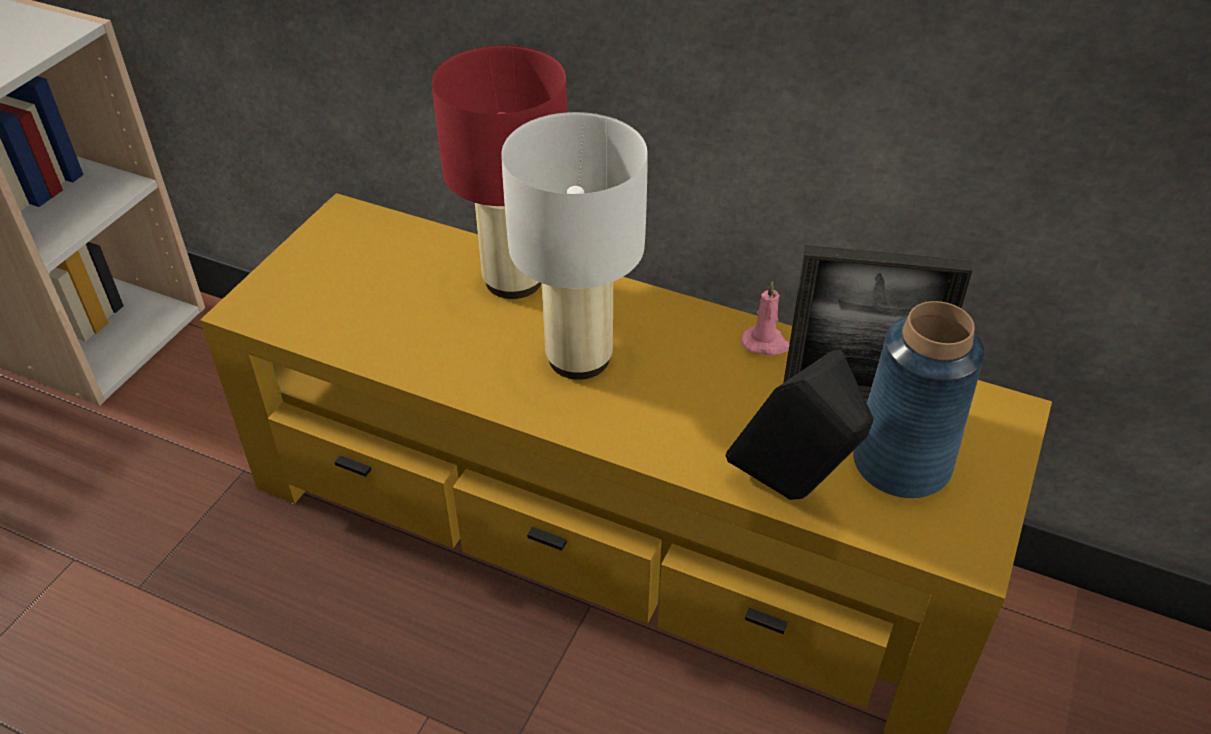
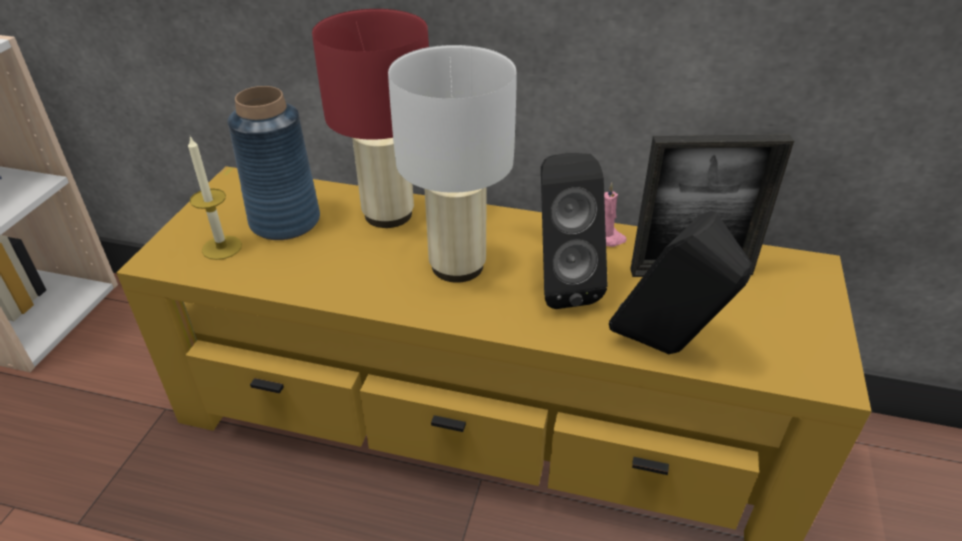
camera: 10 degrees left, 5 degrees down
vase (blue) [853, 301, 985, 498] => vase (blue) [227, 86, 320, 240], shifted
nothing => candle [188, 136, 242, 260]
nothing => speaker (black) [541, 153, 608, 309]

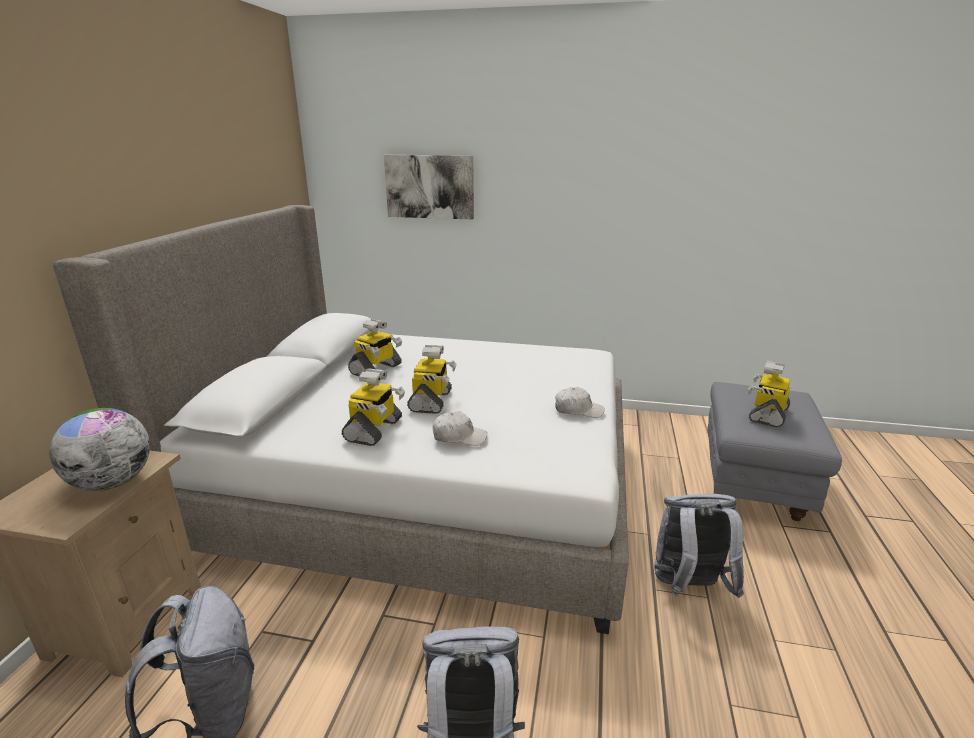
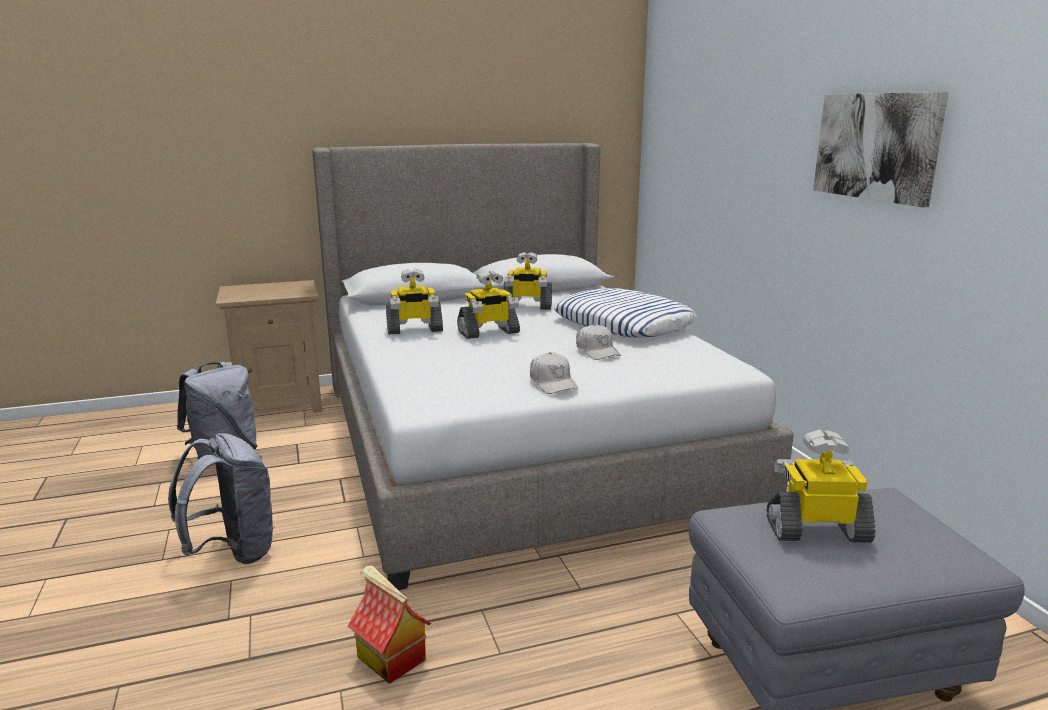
camera: 60 degrees right, 5 degrees down
globe [50, 408, 150, 491] => nothing
picture [384, 155, 474, 220] => picture [813, 92, 949, 207], shifted
cap (white) [433, 411, 487, 446] => cap (white) [576, 324, 621, 360], shifted
backpack (grey) [654, 494, 744, 598] => nothing
nothing => toy house [348, 566, 431, 684]
nothing => pillow [554, 288, 697, 338]

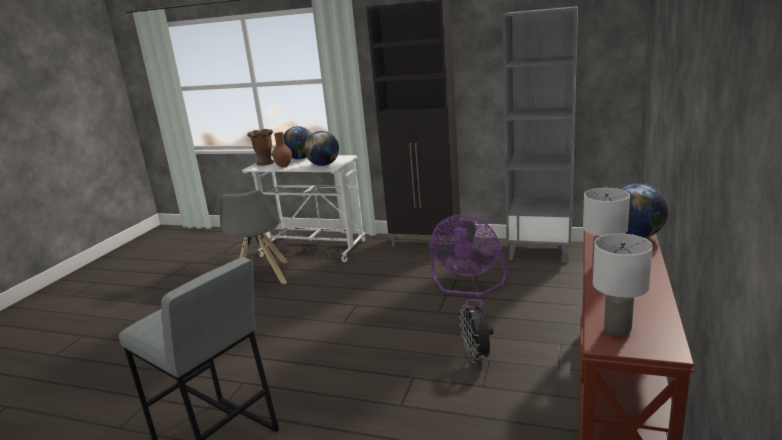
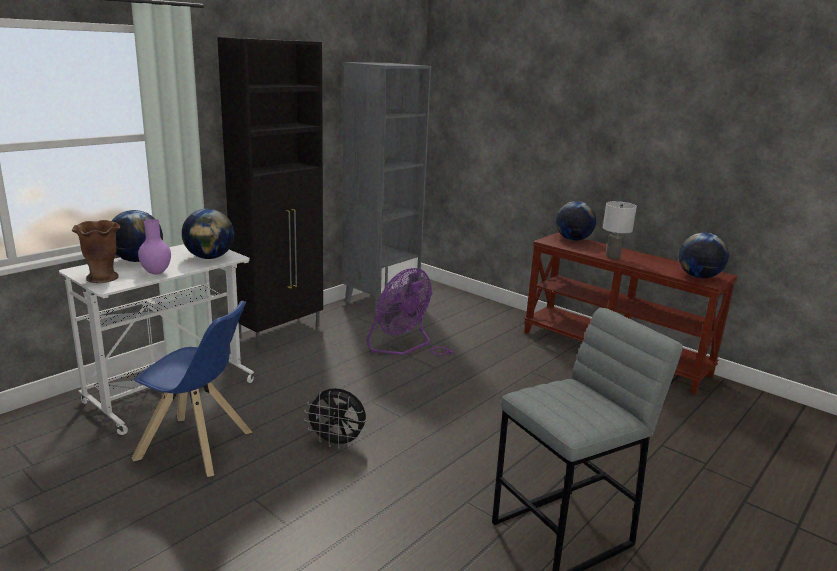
camera: 70 degrees left, 0 degrees up
chair (grey) [220, 190, 288, 284] => chair (blue) [132, 301, 252, 477]
vase (brown) [272, 132, 292, 167] => vase (purple) [138, 219, 171, 274]
fan (black) [459, 304, 494, 363] => fan (black) [304, 388, 366, 449], shifted
table lamp (white) [593, 233, 653, 336] => globe [679, 233, 729, 279]

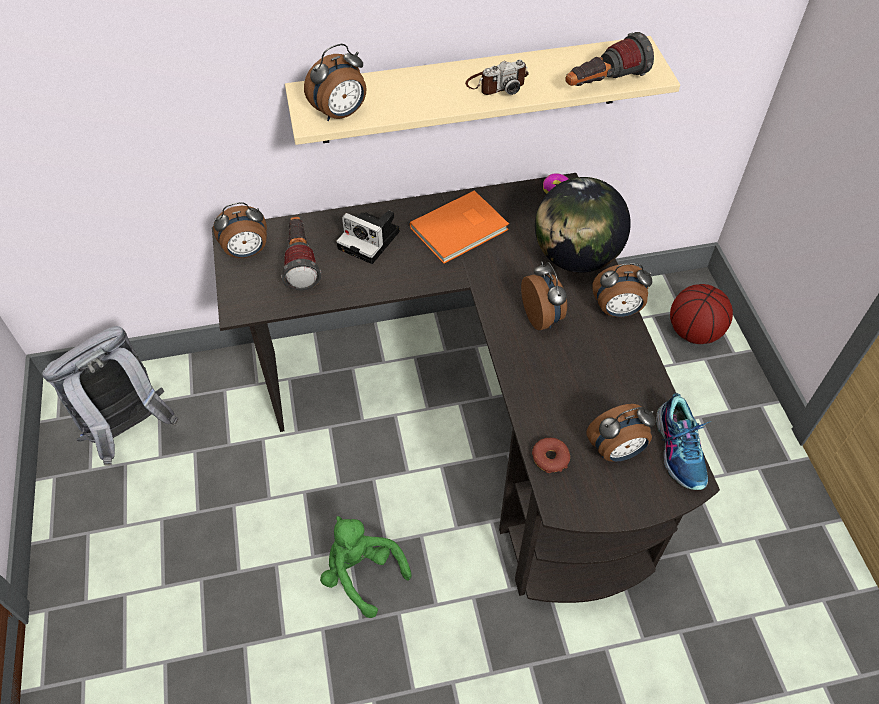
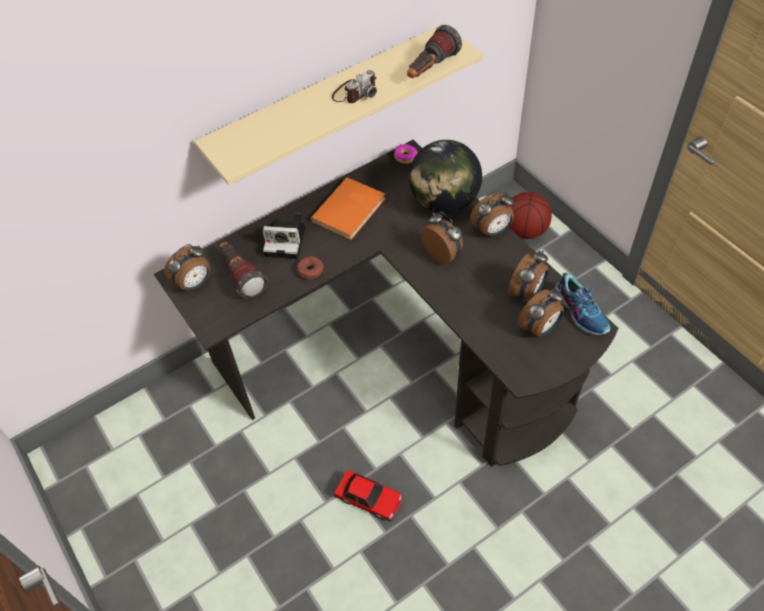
camera: 20 degrees left, 0 degrees up
backpack (grey) [42, 326, 179, 466] => nothing
alarm clock [304, 44, 366, 121] => alarm clock [509, 250, 548, 301], shifted
plush toy (green) [320, 516, 412, 618] => toy car [334, 470, 403, 522]
donut [532, 438, 570, 473] => donut [297, 256, 324, 279], shifted

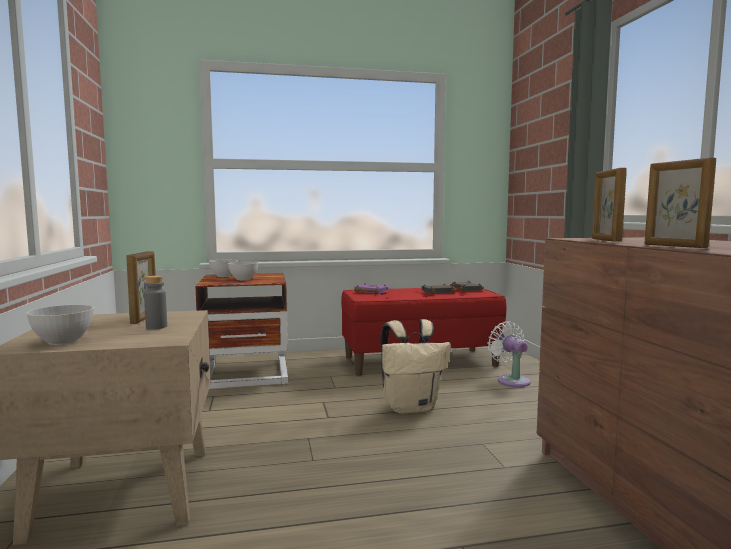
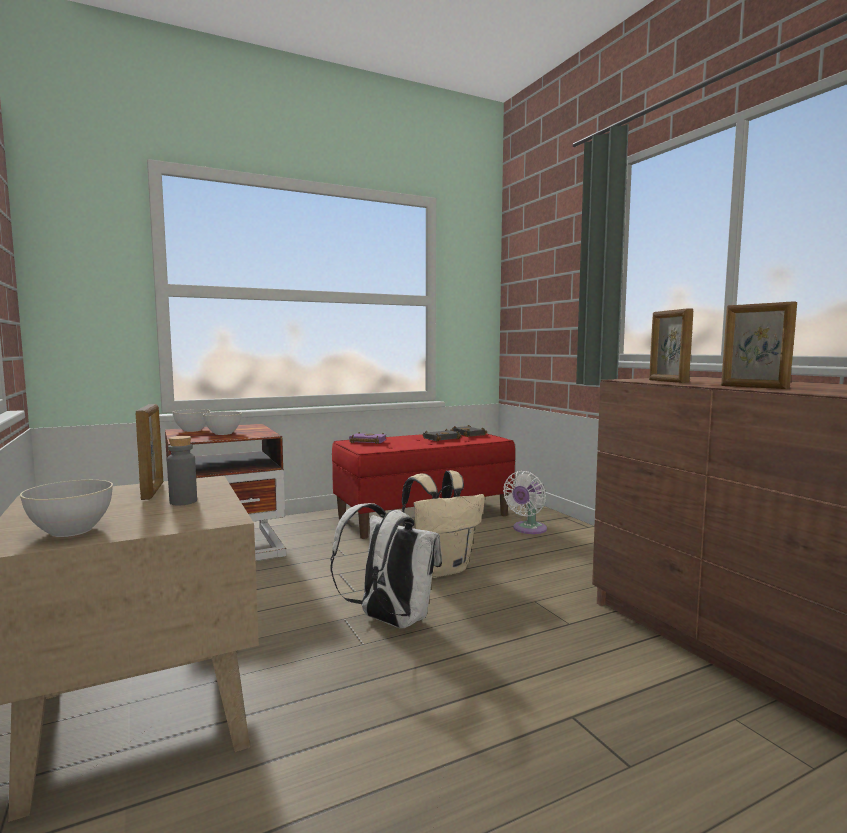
camera: 15 degrees left, 0 degrees up
fan (white) [488, 321, 530, 387] => fan (white) [503, 471, 547, 534], 105 degrees counterclockwise
nothing => backpack (white) [330, 503, 442, 628]

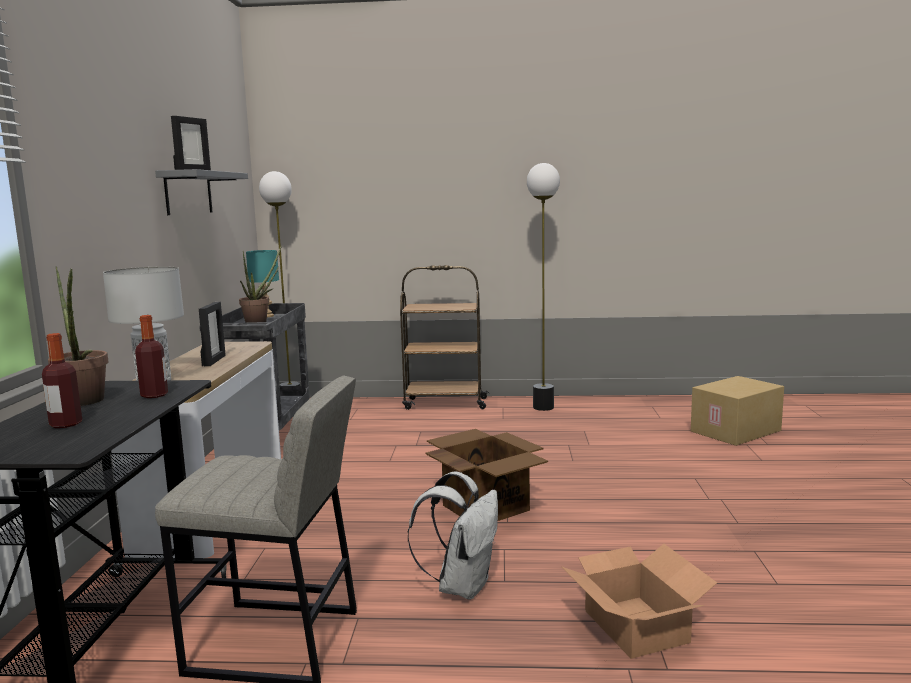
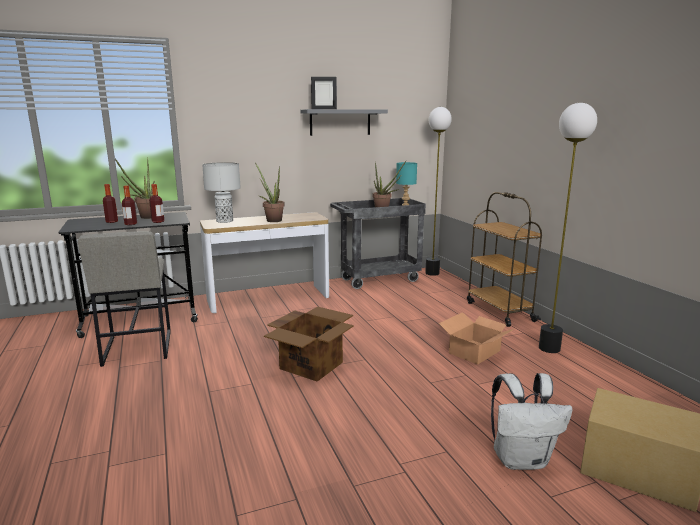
camera: 65 degrees right, 5 degrees up
picture frame [199, 302, 226, 366] => potted plant [255, 163, 285, 222]
backpack (white) [408, 472, 498, 600] => backpack (white) [491, 373, 573, 470], shifted
cardboard box [561, 544, 717, 659] => cardboard box [439, 312, 516, 365], shifted
nothing => bottle [122, 185, 137, 225]

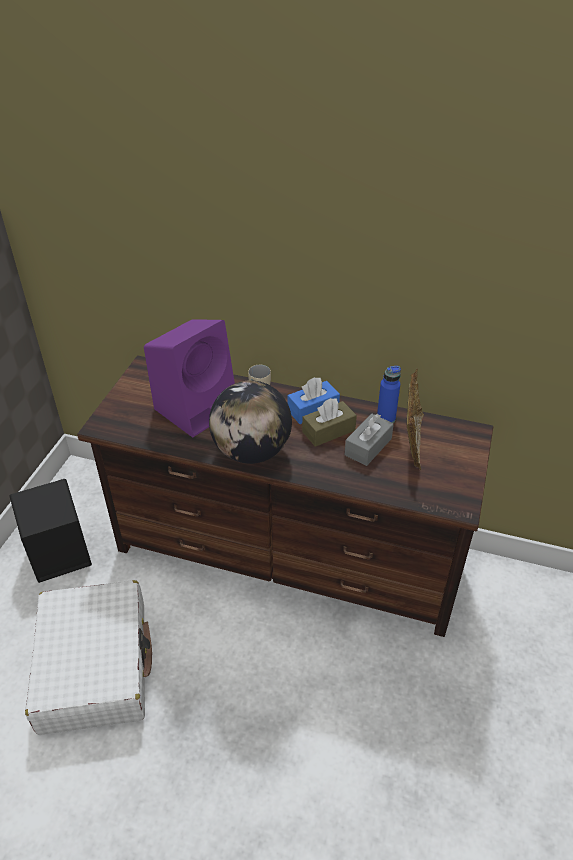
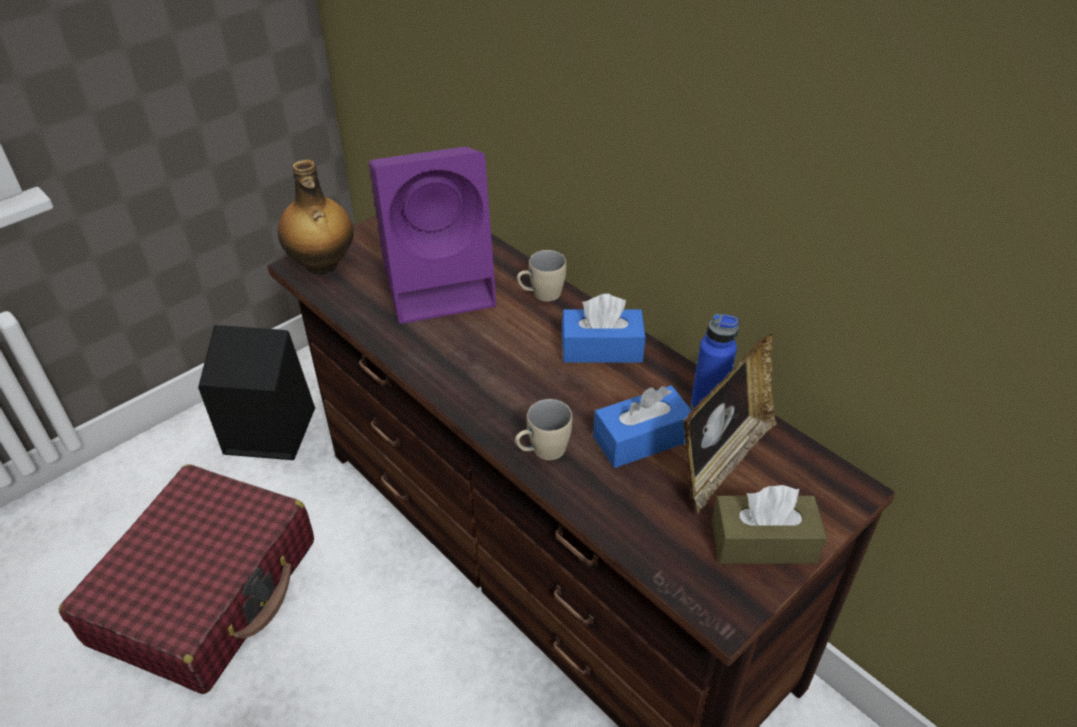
camera: 30 degrees right, 0 degrees up
suitcase (white) [25, 580, 152, 735] => suitcase (red) [59, 464, 314, 694]
globe [209, 380, 292, 464] => nothing
tissue box (brown) [302, 398, 357, 447] => tissue box (brown) [712, 485, 827, 564], shifted
tissue box (grey) [345, 414, 394, 466] => tissue box (blue) [593, 385, 692, 468]
nothing => bottle [278, 160, 354, 275]
nothing => mug (beige) [515, 399, 572, 460]

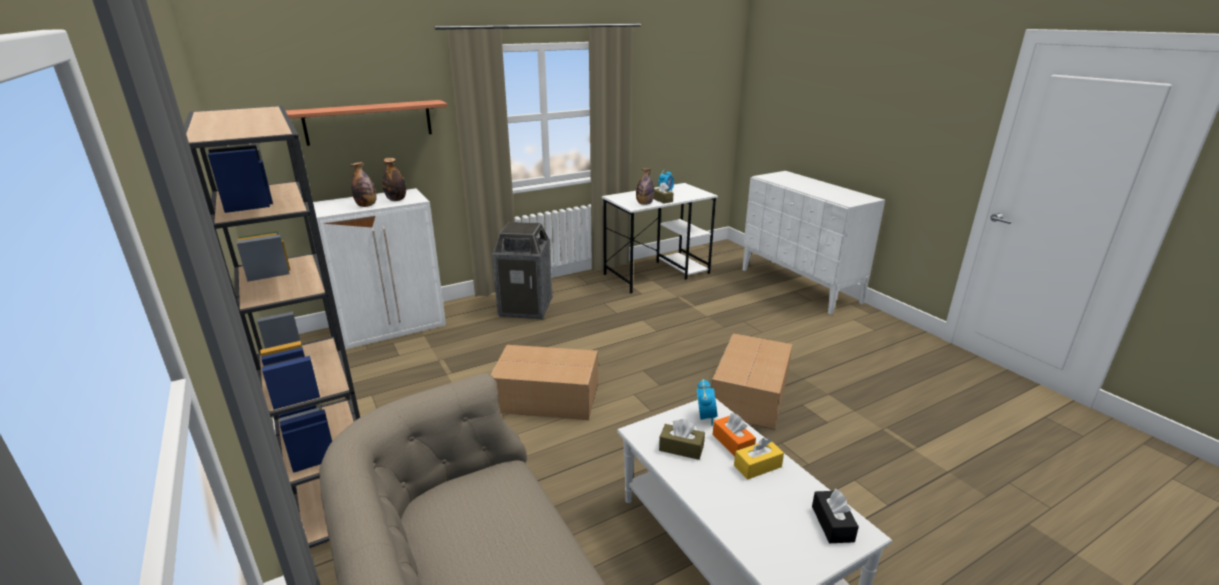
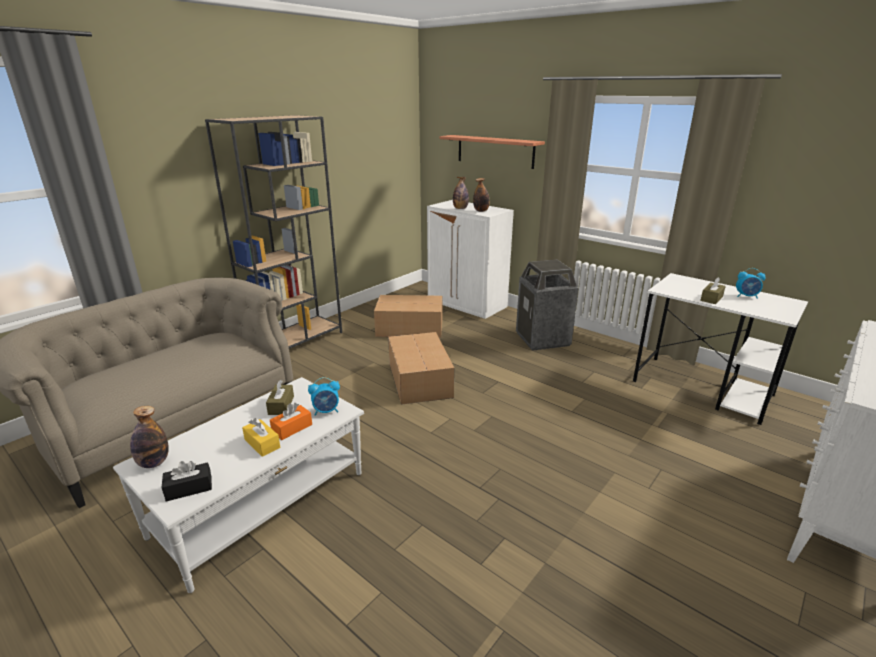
camera: 70 degrees right, 0 degrees up
bottle [636, 168, 654, 205] => bottle [130, 406, 169, 468], shifted
cardboard box [712, 333, 793, 429] => cardboard box [374, 295, 443, 338], shifted

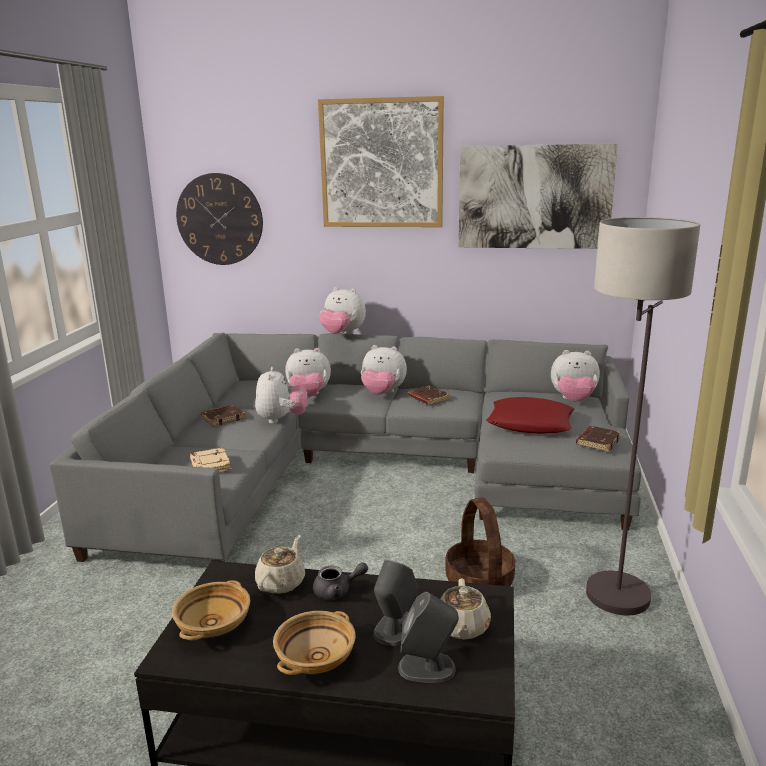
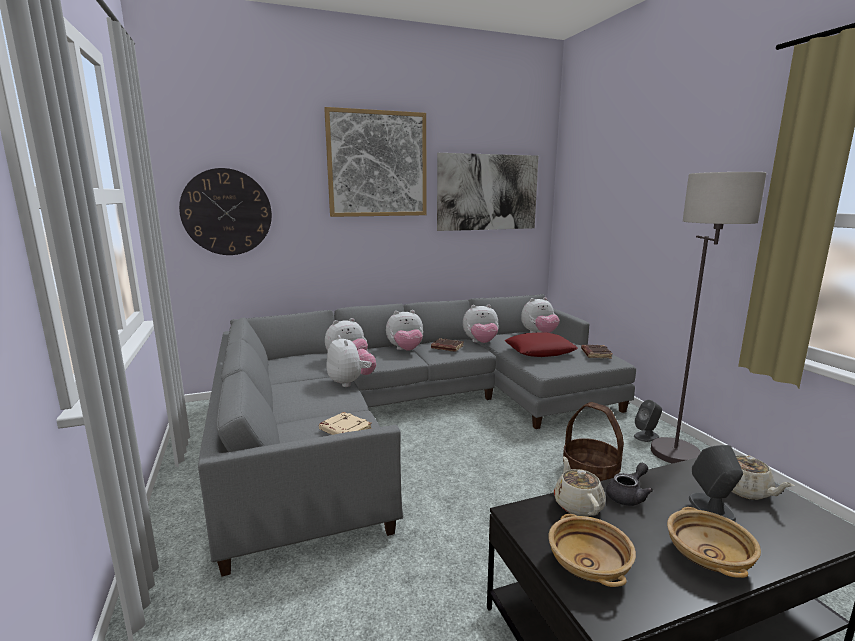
camera: 30 degrees left, 5 degrees down
book (brown) [201, 405, 246, 426] => nothing
plush toy [319, 287, 366, 334] => plush toy [463, 304, 499, 343], shifted
speaker (grey) [398, 592, 459, 683] => speaker (grey) [634, 400, 662, 442], shifted

